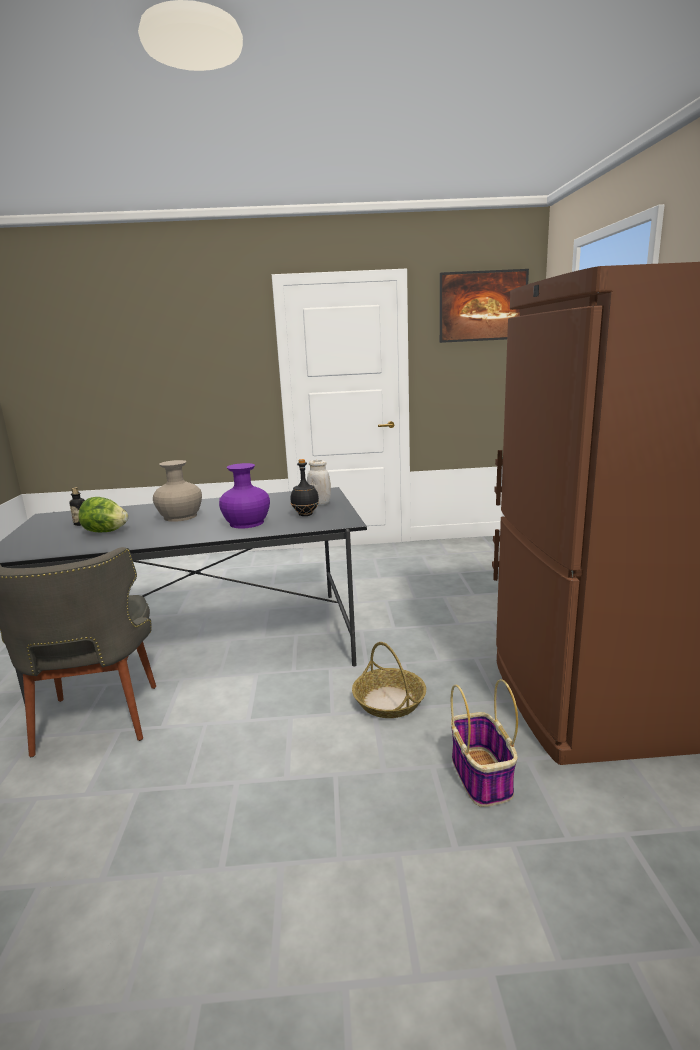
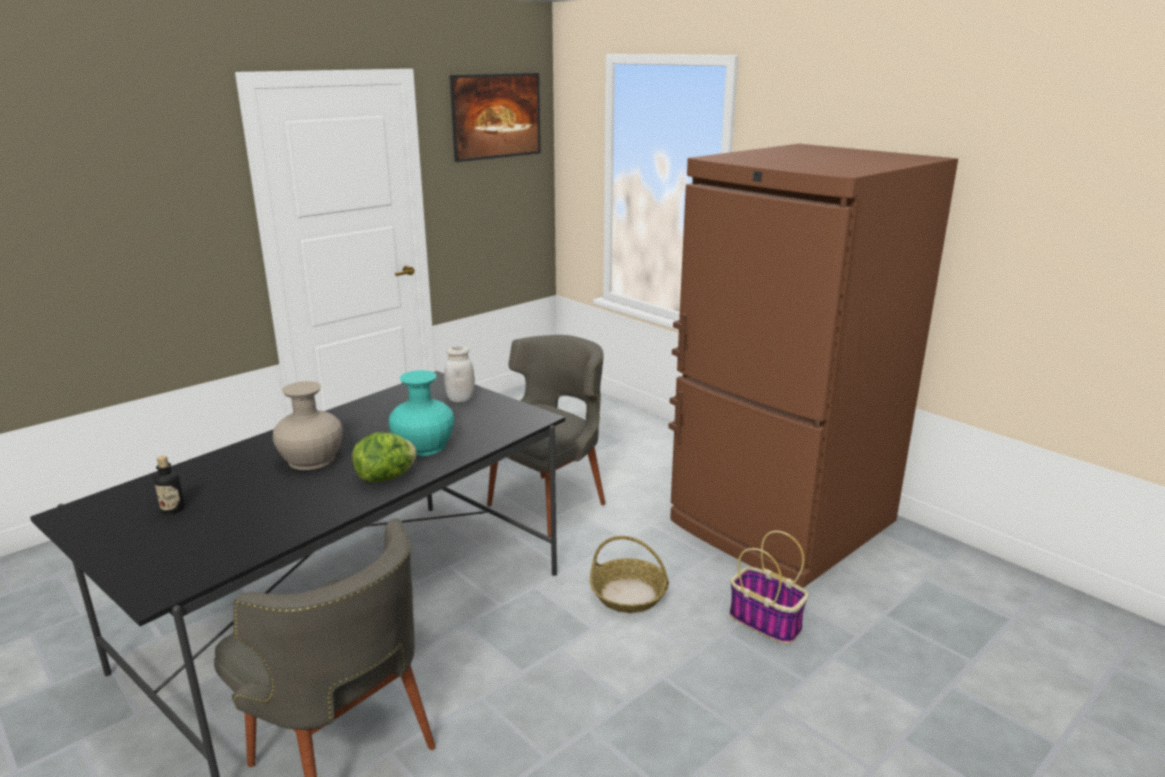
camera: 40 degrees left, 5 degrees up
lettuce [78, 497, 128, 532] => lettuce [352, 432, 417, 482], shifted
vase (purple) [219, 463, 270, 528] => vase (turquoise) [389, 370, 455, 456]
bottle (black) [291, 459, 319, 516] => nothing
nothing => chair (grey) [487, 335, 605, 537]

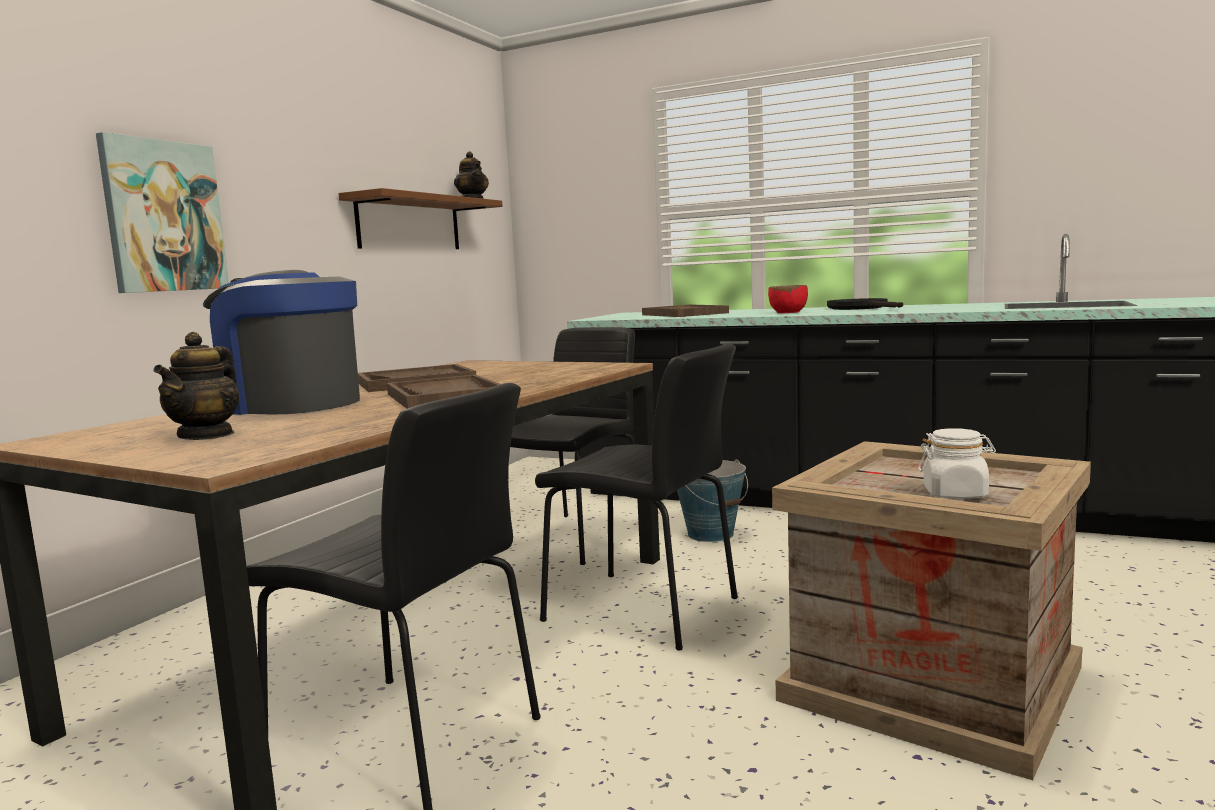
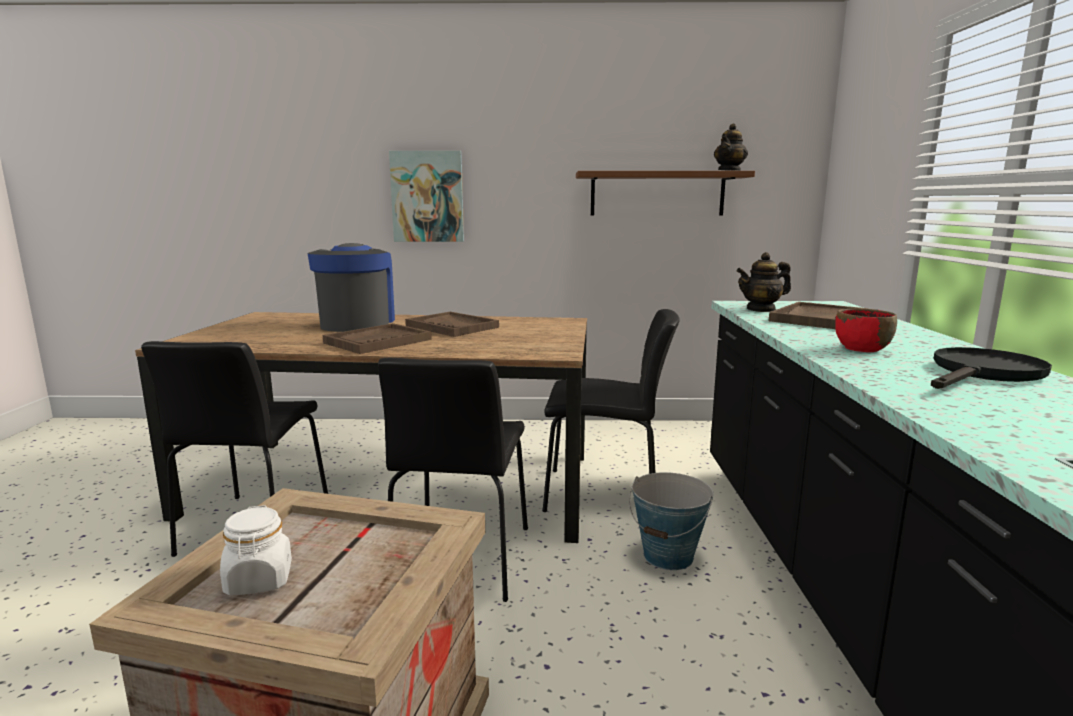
camera: 65 degrees right, 5 degrees up
teapot [153, 332, 239, 440] => teapot [736, 252, 791, 312], shifted

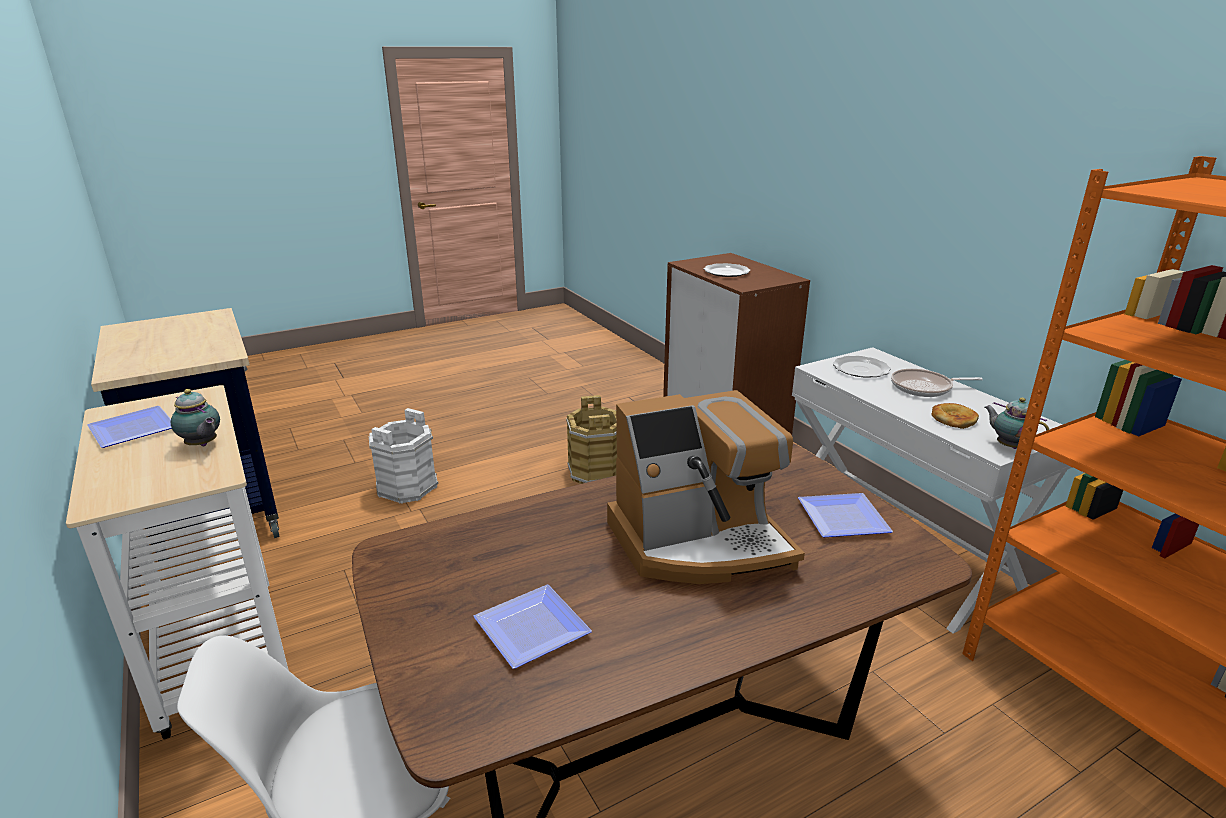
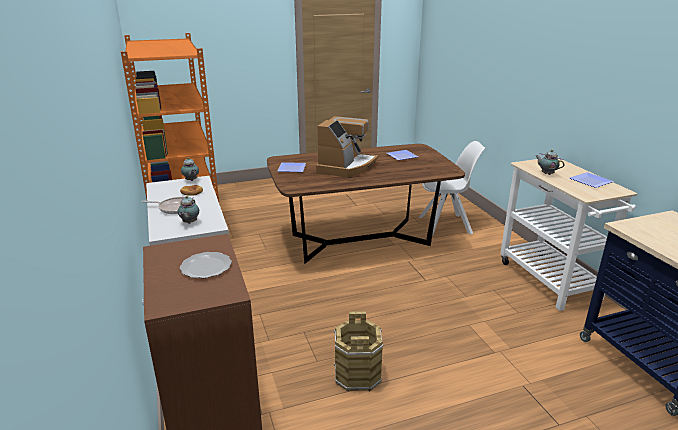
camera: 170 degrees left, 0 degrees up
bucket (white) [369, 408, 438, 504] => nothing
coffee machine [607, 390, 805, 584] => coffee machine [316, 116, 378, 177], 120 degrees clockwise
plate [833, 356, 891, 378] => teapot [178, 196, 199, 224]

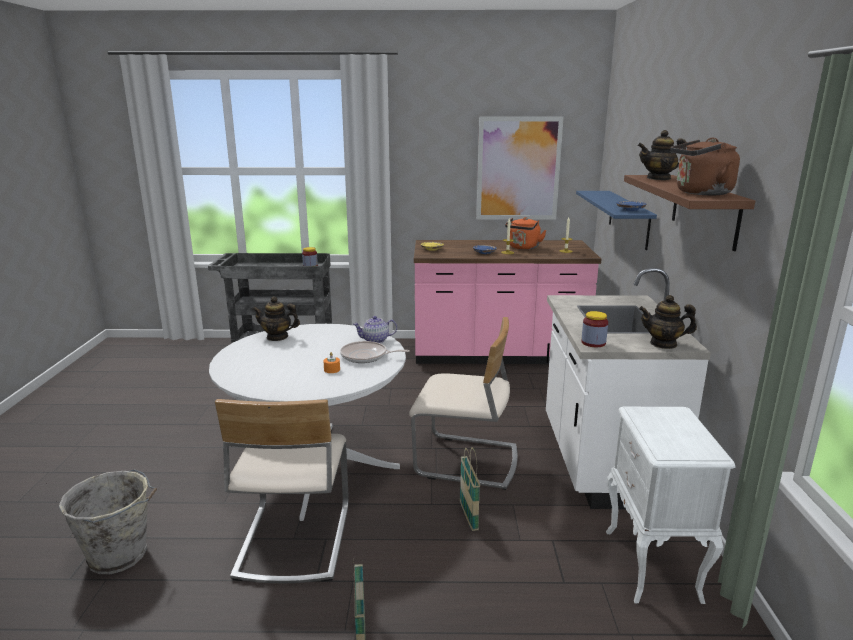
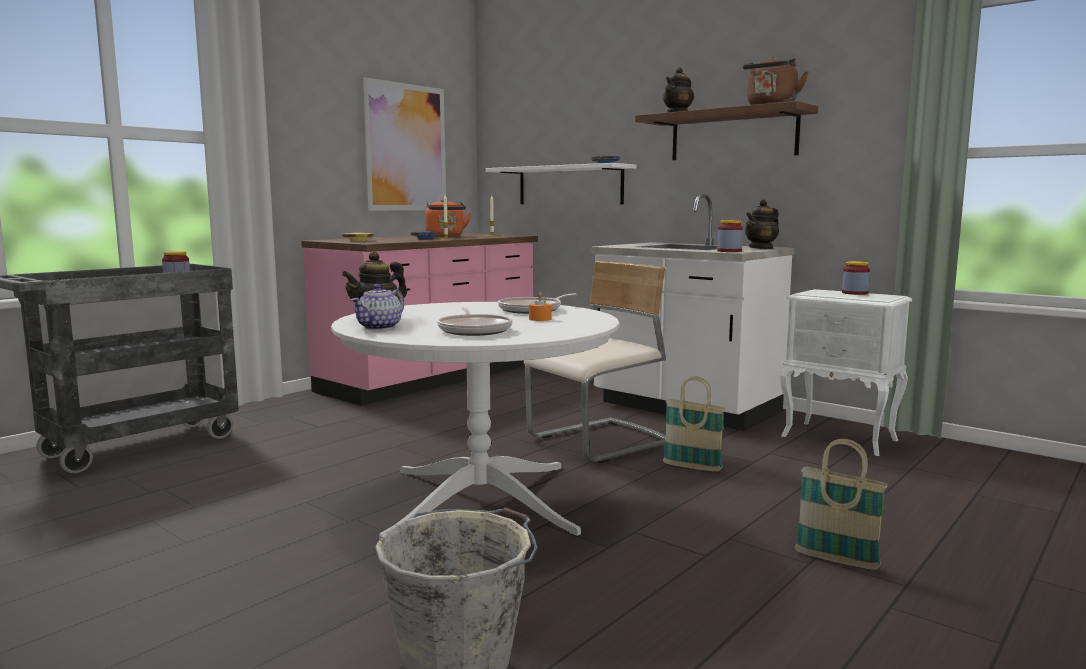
camera: 50 degrees left, 10 degrees down
chair (beige) [215, 399, 349, 583] => nothing
teapot [353, 316, 397, 343] => teapot [351, 284, 404, 330], shifted
shelf (blue) [576, 191, 657, 250] => shelf (white) [486, 163, 636, 204]
nothing => frying pan [437, 307, 513, 336]
nothing => jar [842, 261, 870, 295]

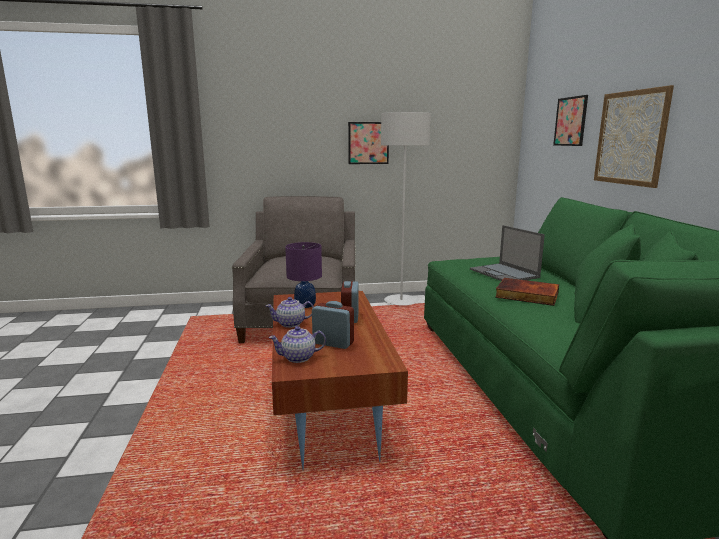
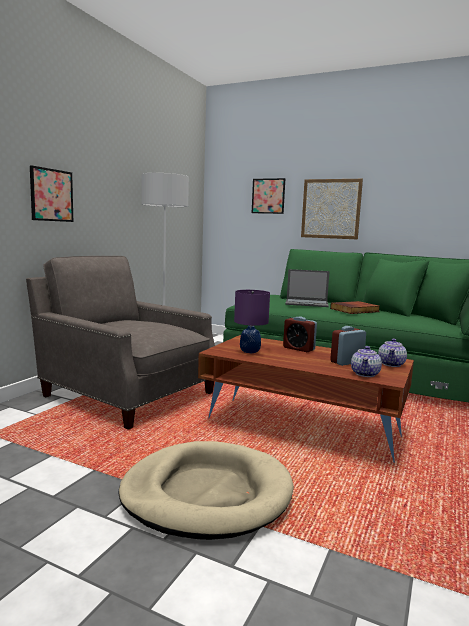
camera: 55 degrees left, 5 degrees down
teapot [266, 297, 314, 328] => teapot [378, 338, 407, 367], shifted
picture [348, 122, 389, 164] => picture [30, 165, 73, 222], shifted
nothing => dog bed (beige) [119, 441, 294, 540]

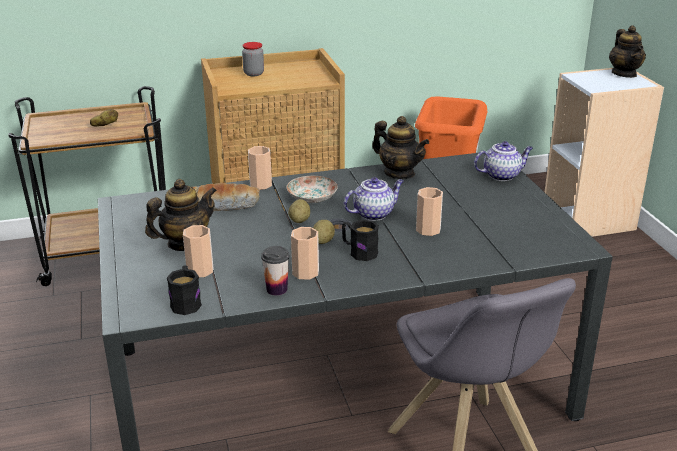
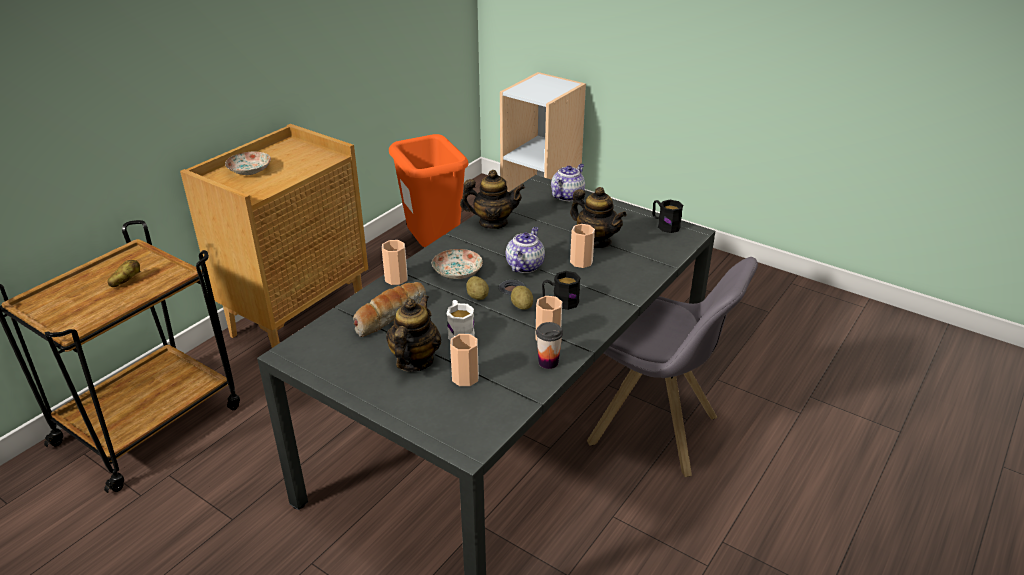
camera: 40 degrees left, 5 degrees up
mug (black) [167, 265, 202, 315] => mug (black) [653, 200, 683, 233], shifted
jar [242, 42, 264, 76] => plate [225, 152, 271, 175]
teapot [609, 25, 646, 78] => teapot [570, 187, 627, 248], shifted
nothing => mug (white) [447, 300, 475, 341]

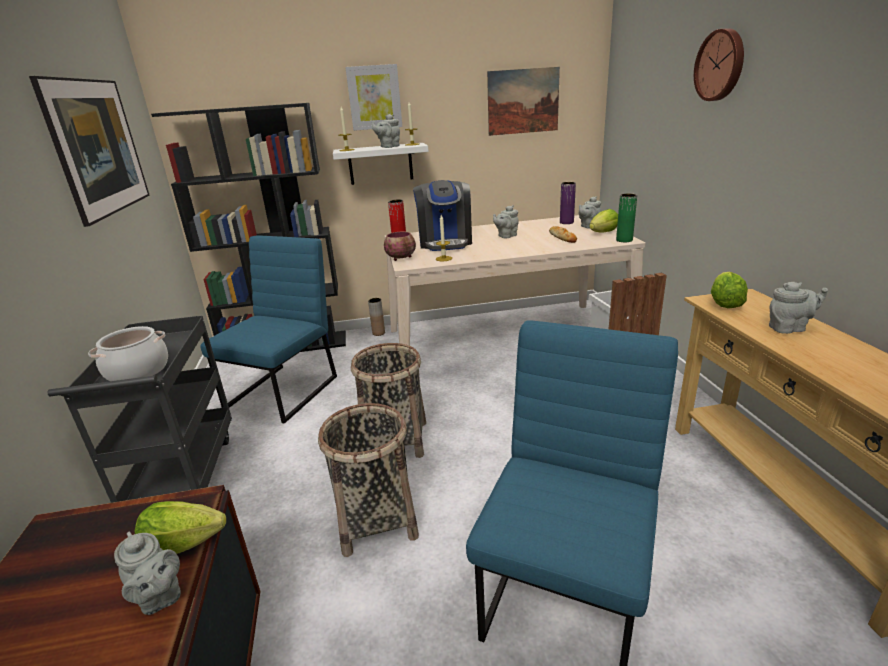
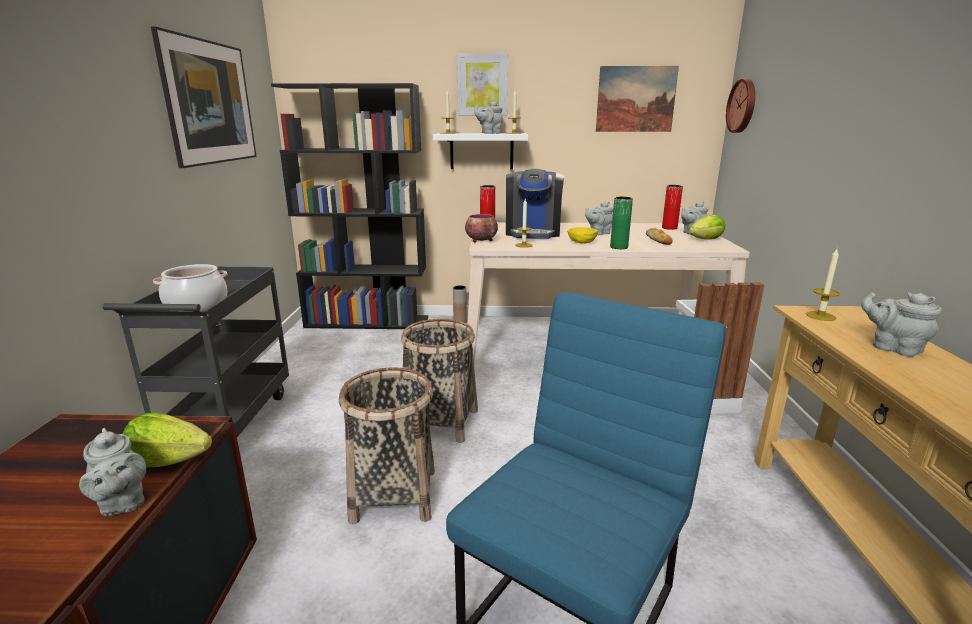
camera: 10 degrees right, 5 degrees down
chair (blue) [200, 235, 337, 424] => nothing
vase (purple) [560, 182, 576, 224] => vase (red) [662, 185, 683, 230]
vase (green) [616, 193, 637, 242] => vase (green) [610, 196, 633, 249], shifted
wall clock [694, 28, 744, 101] => wall clock [726, 79, 755, 133], shifted
lettuce [711, 272, 748, 308] => candle [806, 249, 840, 321]
teapot (grey) [769, 282, 828, 334] => teapot (grey) [861, 292, 942, 357], 135 degrees counterclockwise
nothing => bowl (yellow) [567, 227, 598, 243]

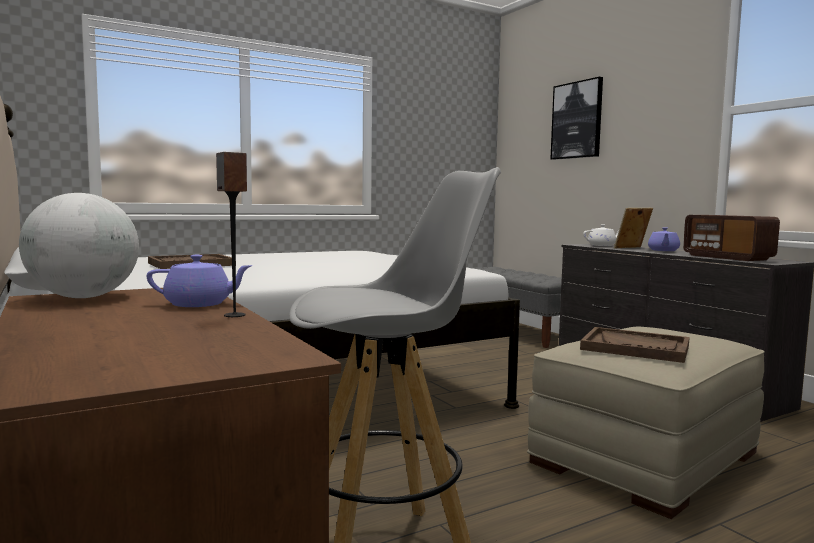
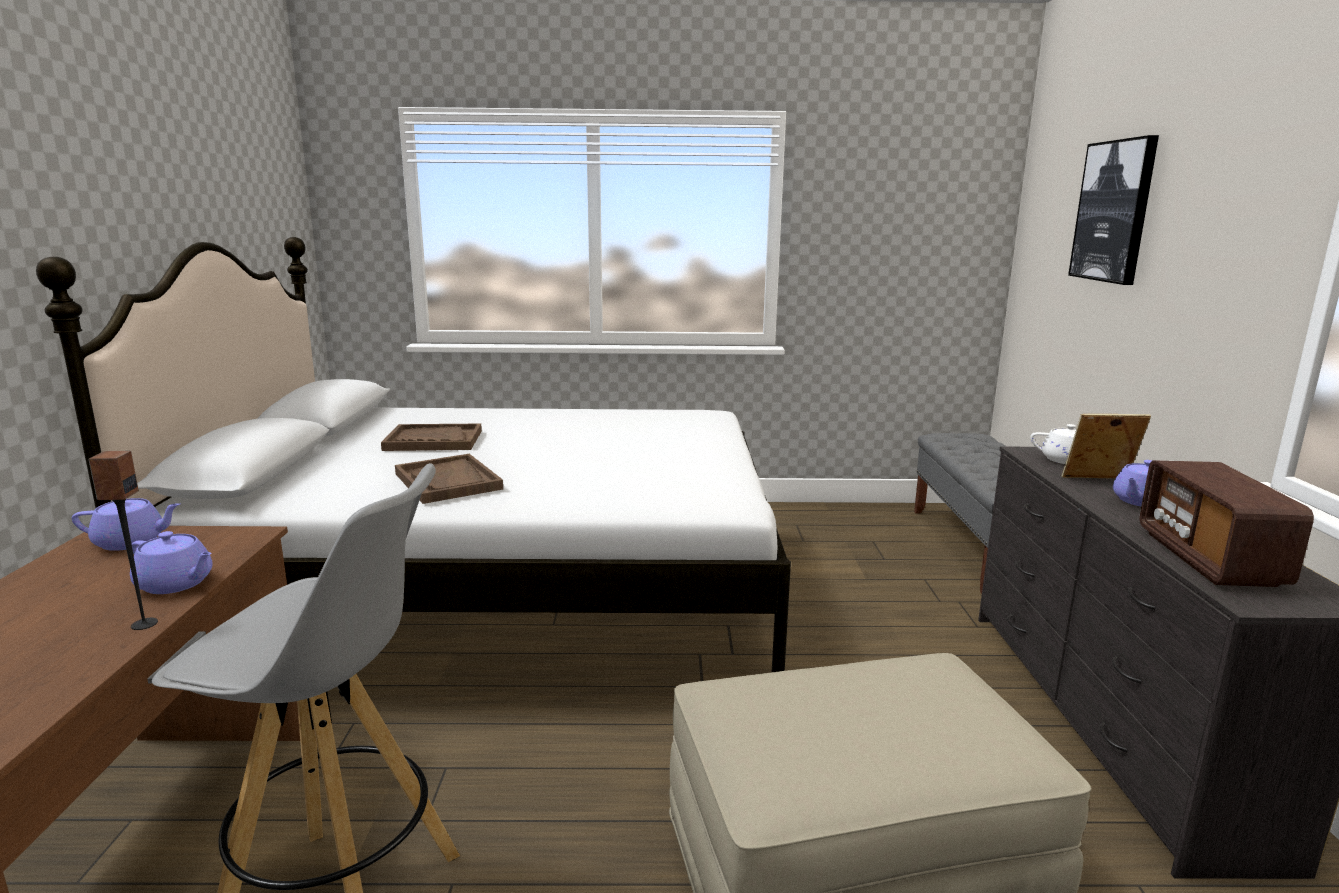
camera: 30 degrees right, 10 degrees up
globe [19, 193, 139, 298] => teapot (purple) [72, 498, 180, 551]
tray (brown) [580, 327, 690, 363] => tray (brown) [395, 454, 503, 504], shifted

